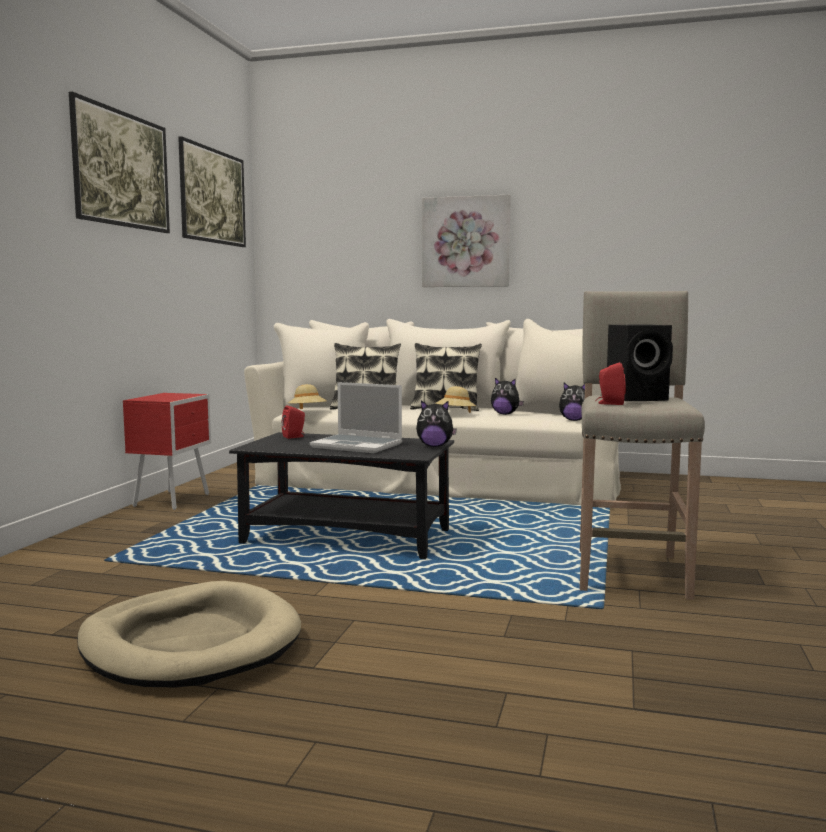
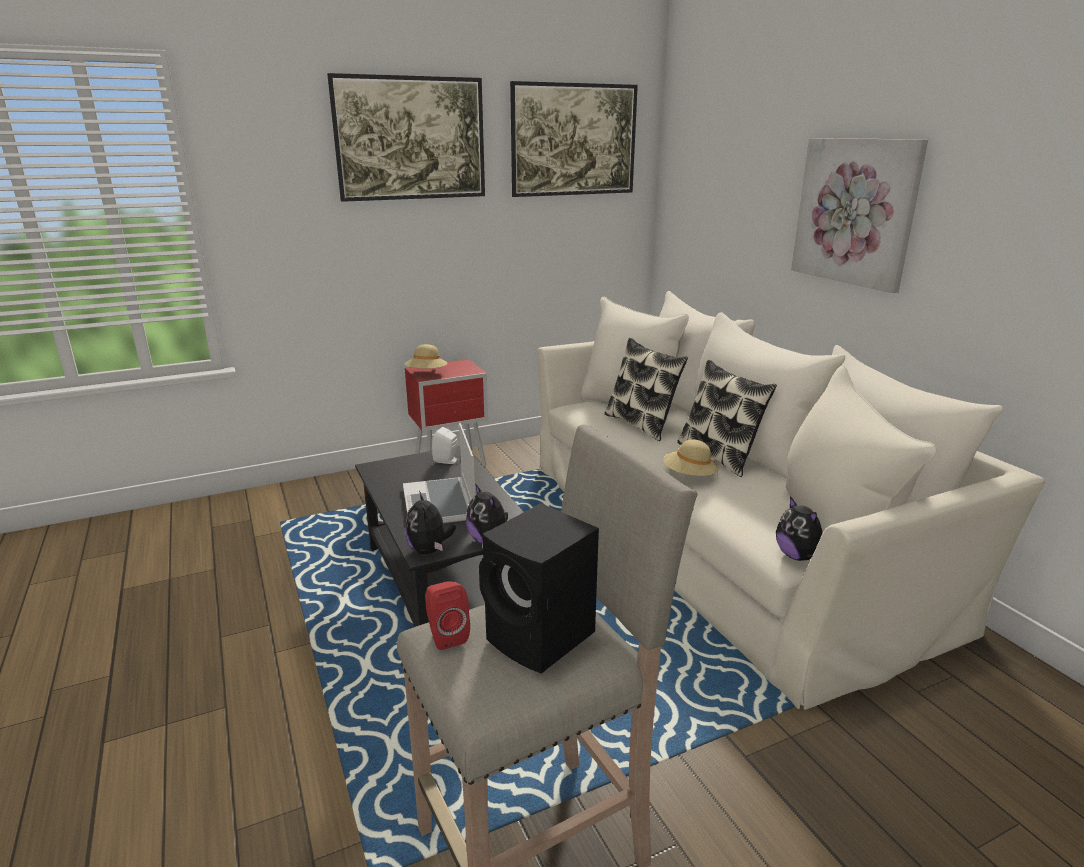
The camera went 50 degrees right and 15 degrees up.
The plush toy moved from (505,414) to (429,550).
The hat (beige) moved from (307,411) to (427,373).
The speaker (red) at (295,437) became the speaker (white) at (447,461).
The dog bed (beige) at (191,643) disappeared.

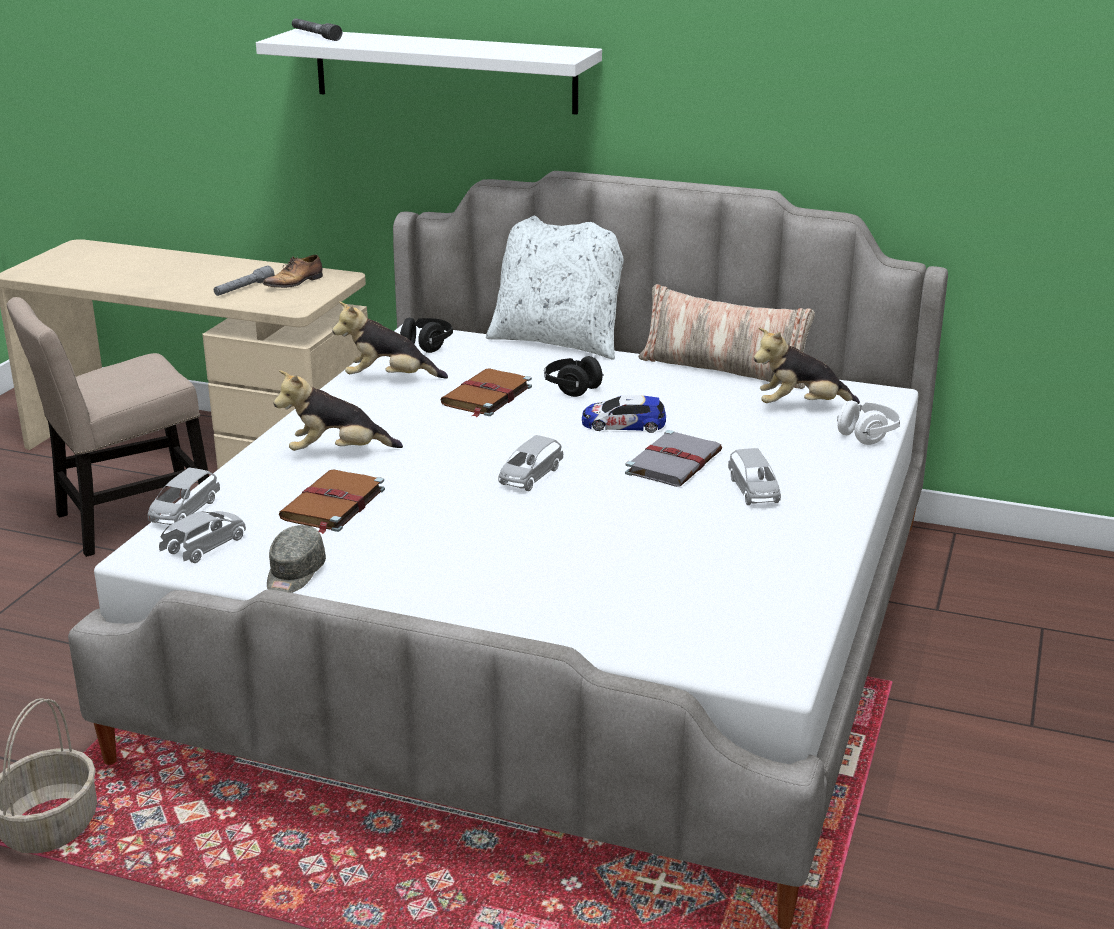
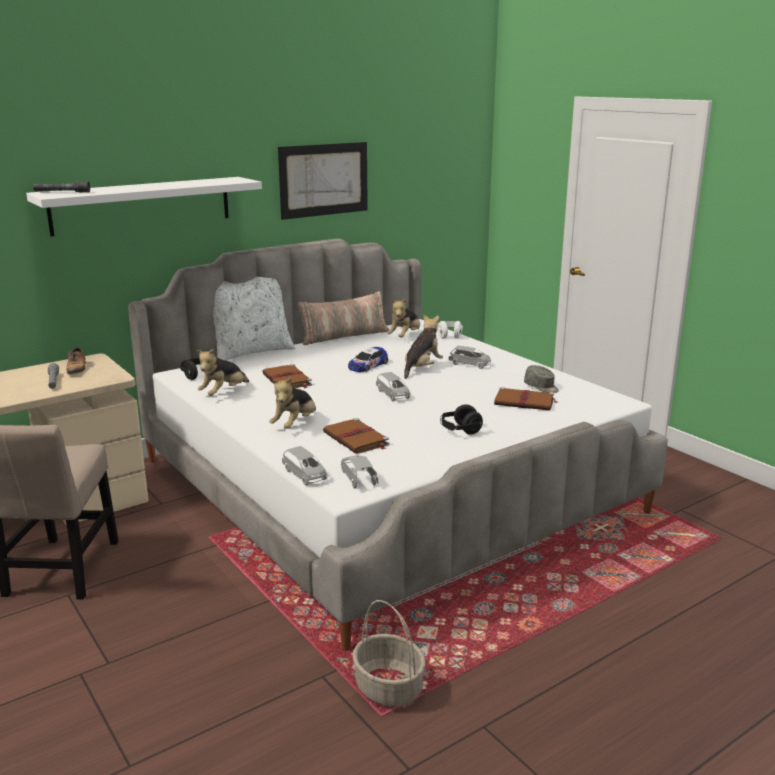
The camera went 55 degrees left and 5 degrees down.
The headphones (black) moved from (572,388) to (460,431).
The book (grey) at (674,462) was replaced by the plush toy at (422,368).
The cap (grey) moved from (294,574) to (541,387).
The picture at (324,180) appeared.
The book (brown) at (525,402) appeared.

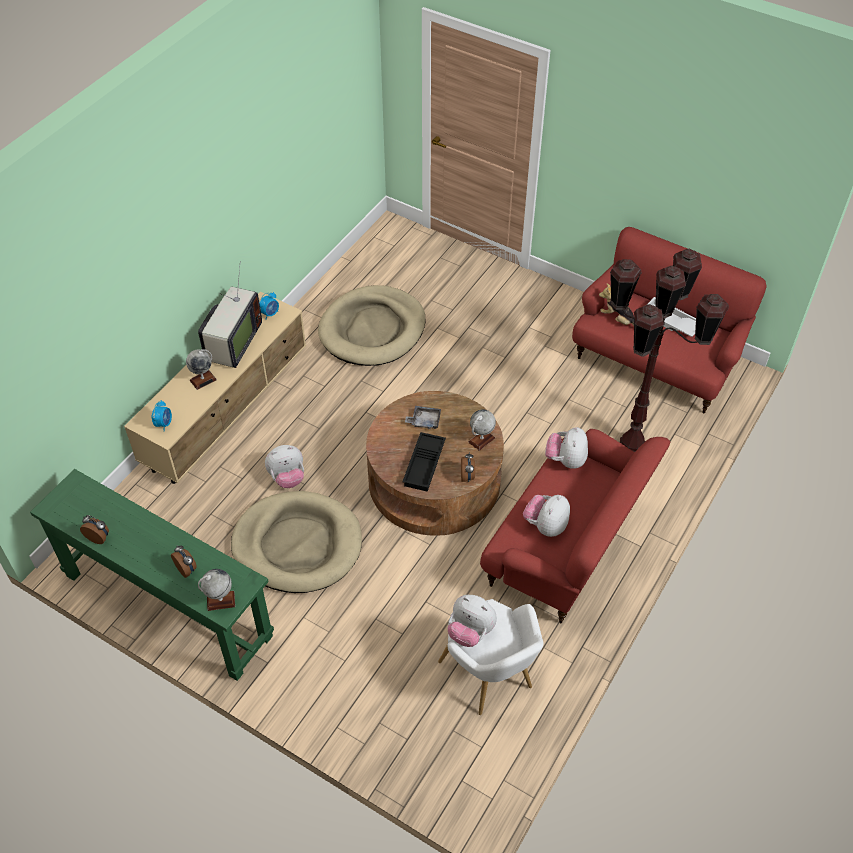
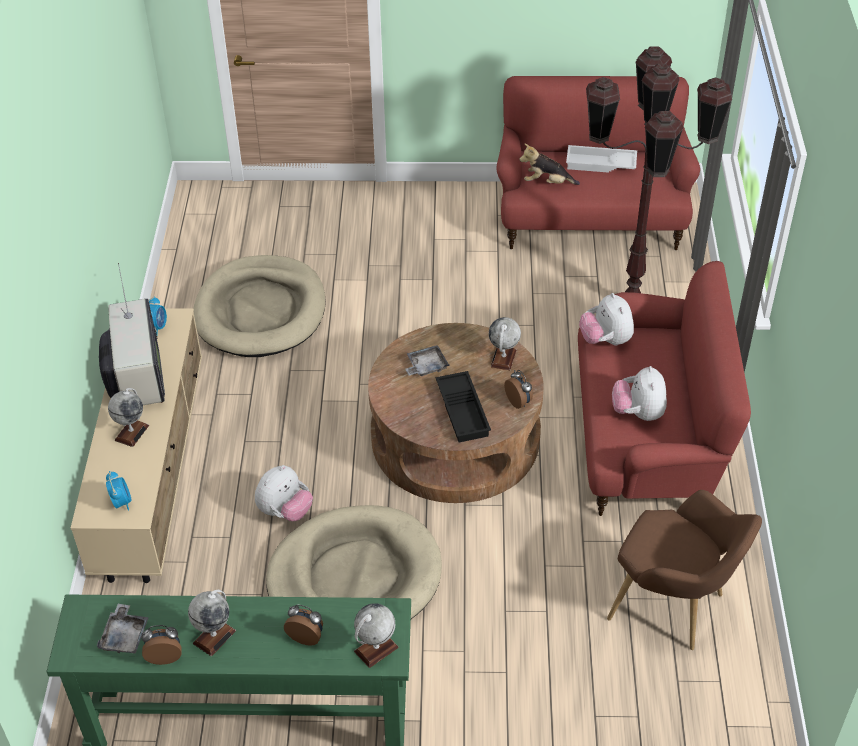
The camera went 30 degrees left and 5 degrees down.
The plush toy at (470,631) disappeared.
The armchair (white) at (490,678) became the armchair (brown) at (674,608).
The globe at (214,636) appeared.
The tray (grey) at (125,636) appeared.

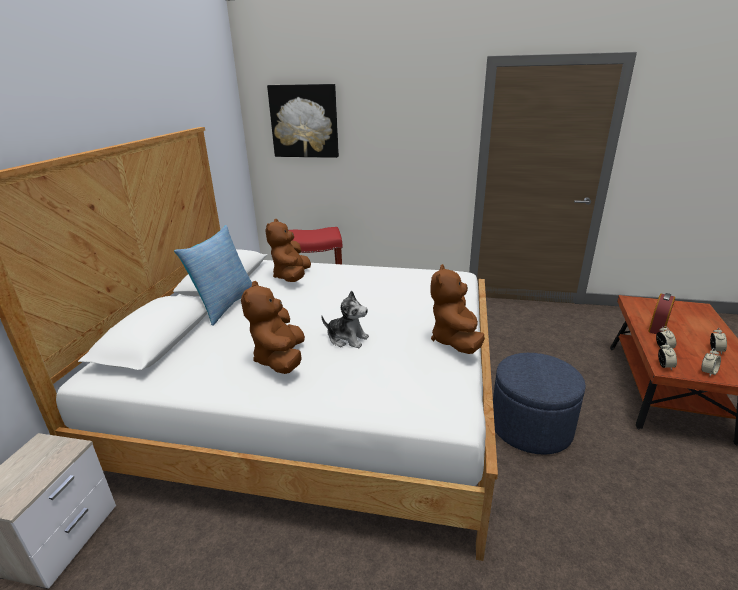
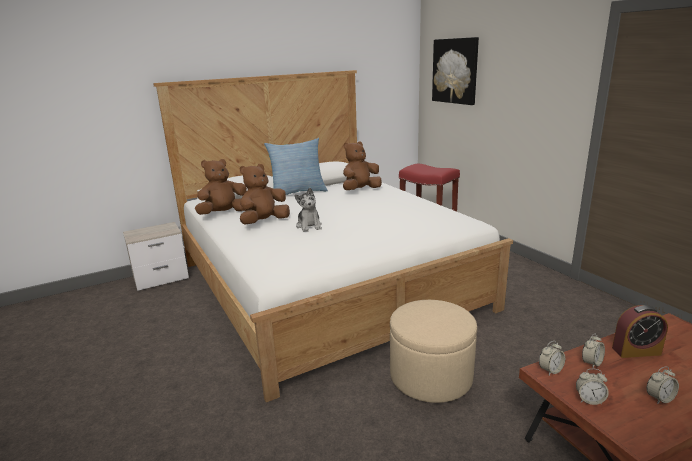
The camera went 50 degrees right and 5 degrees down.
The plush toy (brown) moved from (455,341) to (223,213).
The ottoman (blue) at (530,427) became the ottoman (beige) at (431,376).

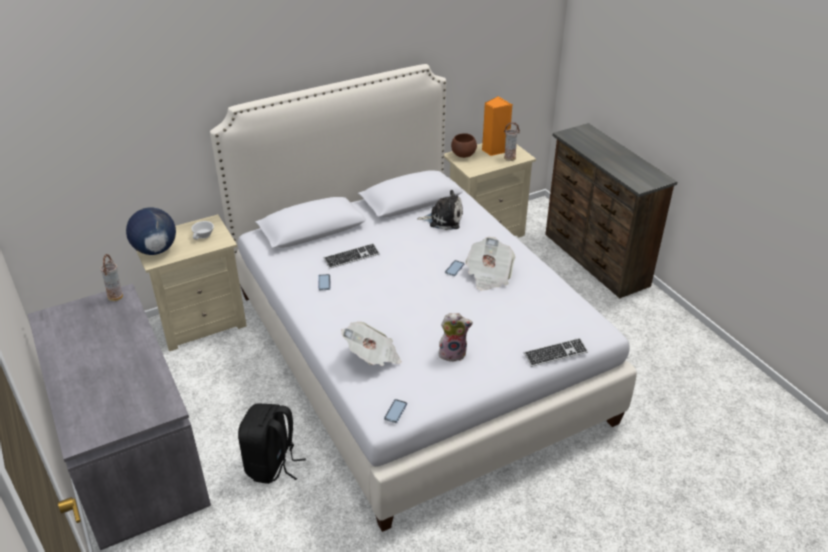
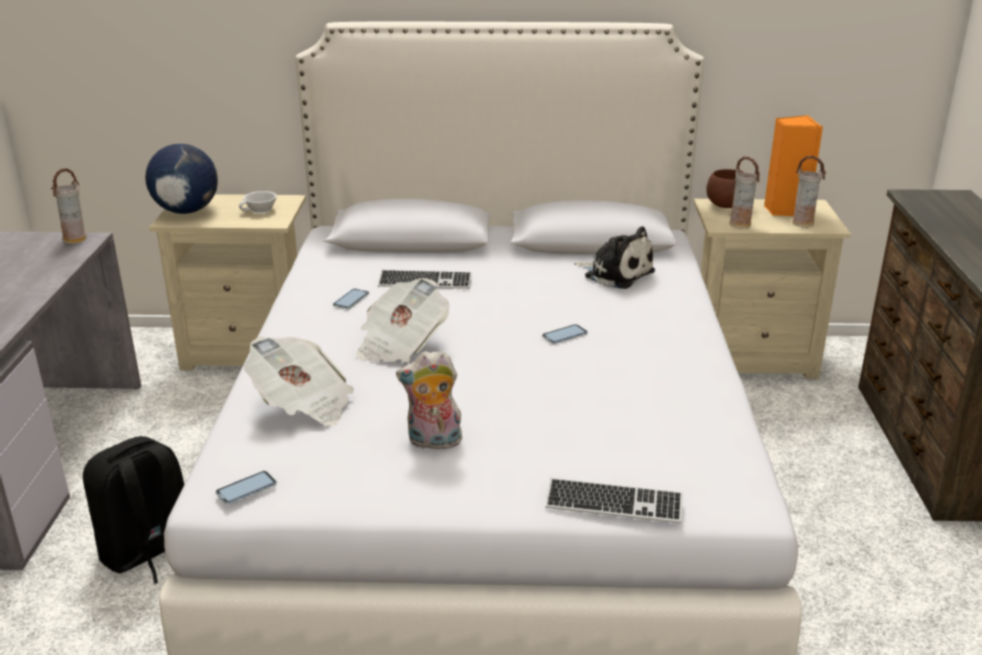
The camera went 30 degrees right and 10 degrees down.
The newspaper moved from (488,275) to (400,344).
The plush toy at (453,353) turned 150 degrees clockwise.
The vase at (740,225) appeared.

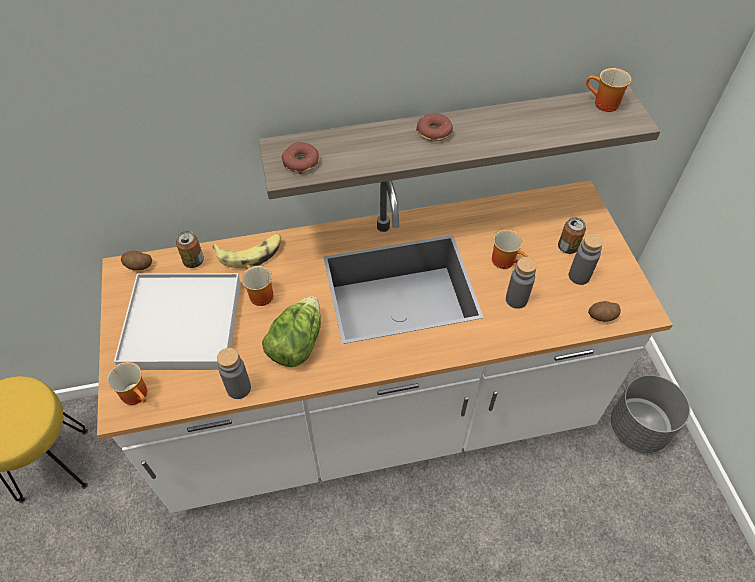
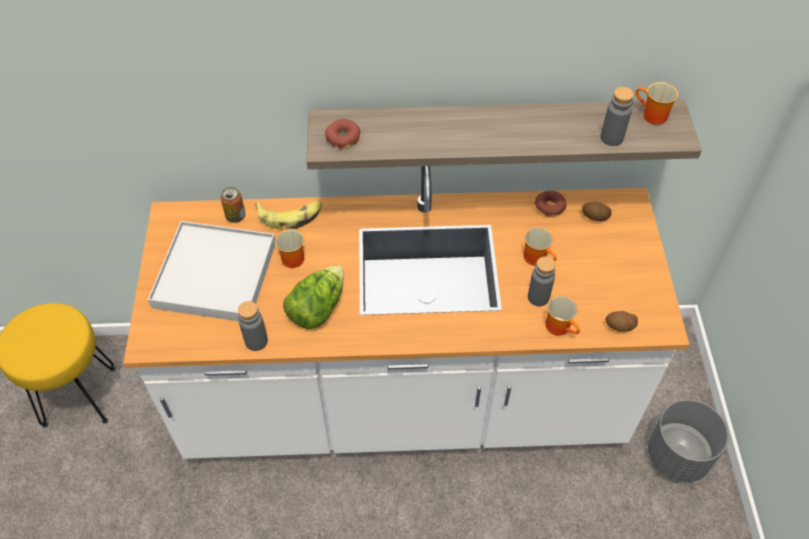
The camera went 10 degrees right and 0 degrees up.
The donut moved from (434,132) to (549,207).
The can at (567,247) disappeared.
The bottle (grey) moved from (579,276) to (611,138).
The potato moved from (138,266) to (595,217).
The mug moved from (138,394) to (561,326).

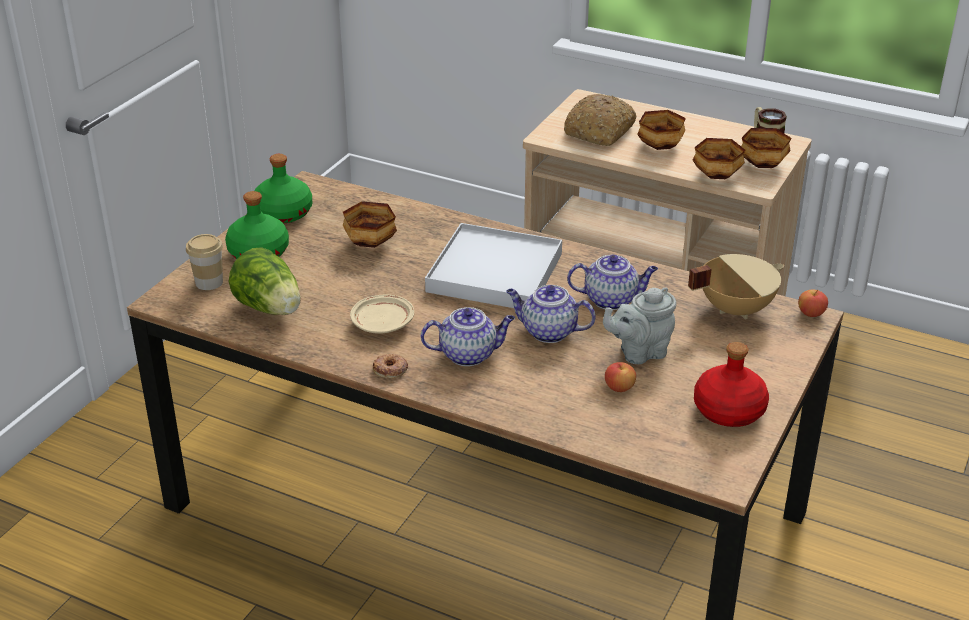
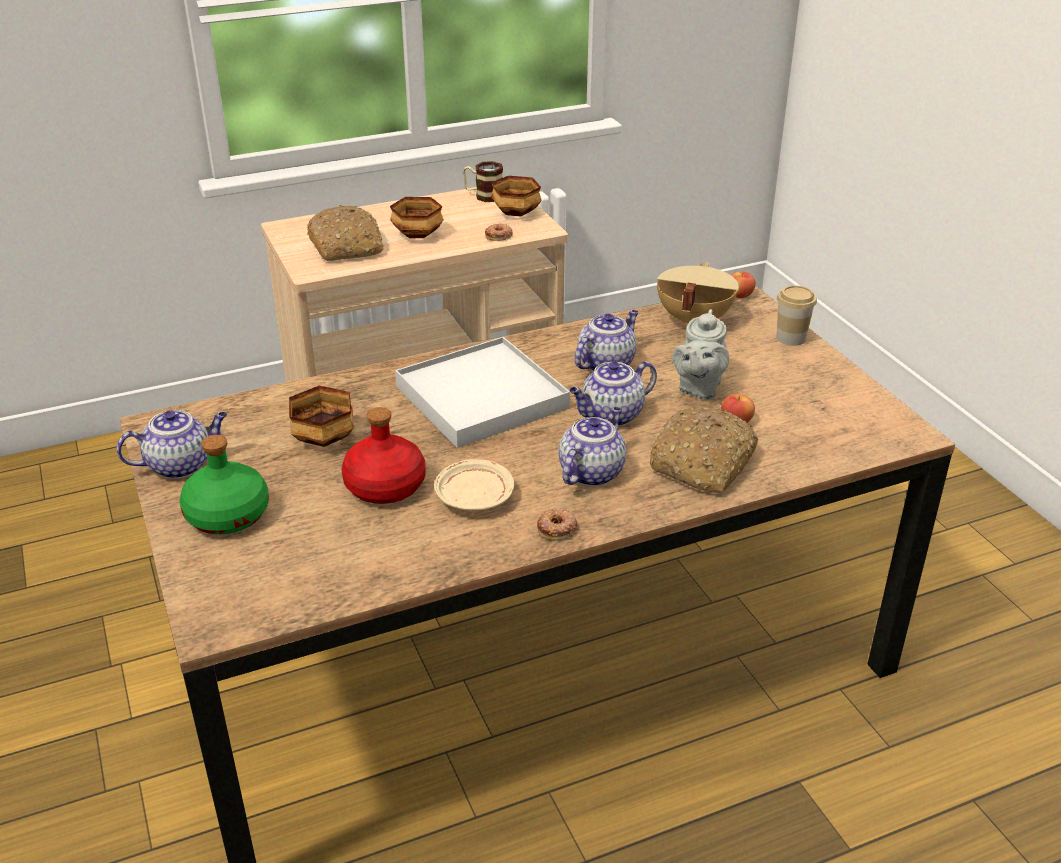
The camera went 50 degrees left and 0 degrees up.
The bowl at (716,175) was replaced by the donut at (499,235).
The bottle (green) at (284,213) was replaced by the teapot at (181,465).
The cup moved from (209,282) to (791,338).
The lettuce at (270,308) disappeared.
The bottle (red) moved from (728,410) to (384,486).
The bread at (703,463) appeared.

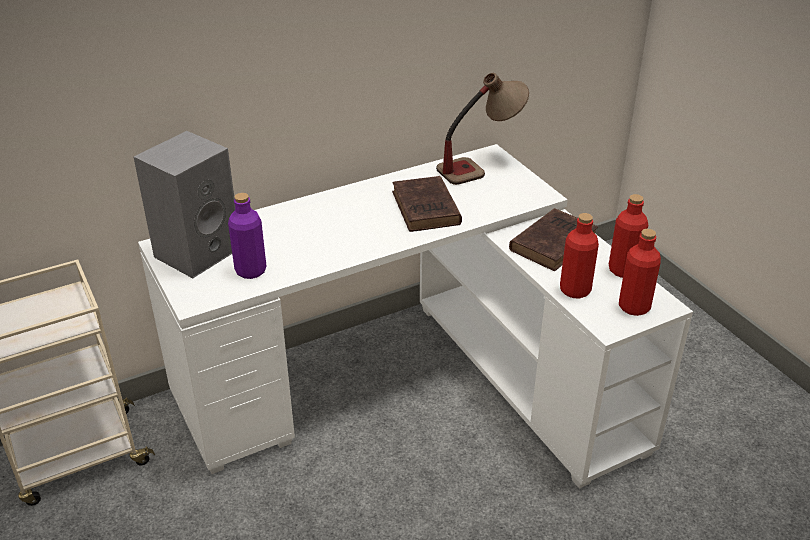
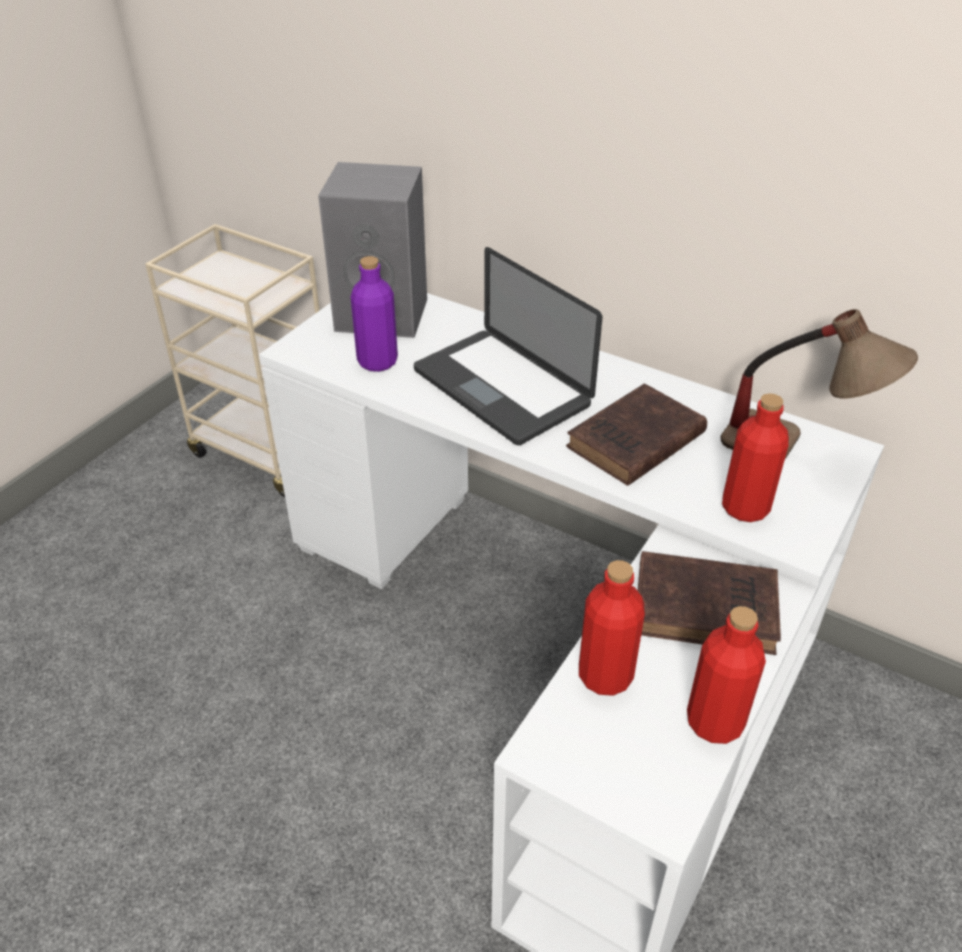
The camera went 60 degrees right and 5 degrees up.
The bottle (red) moved from (634,307) to (745,508).
The laptop at (501,388) appeared.

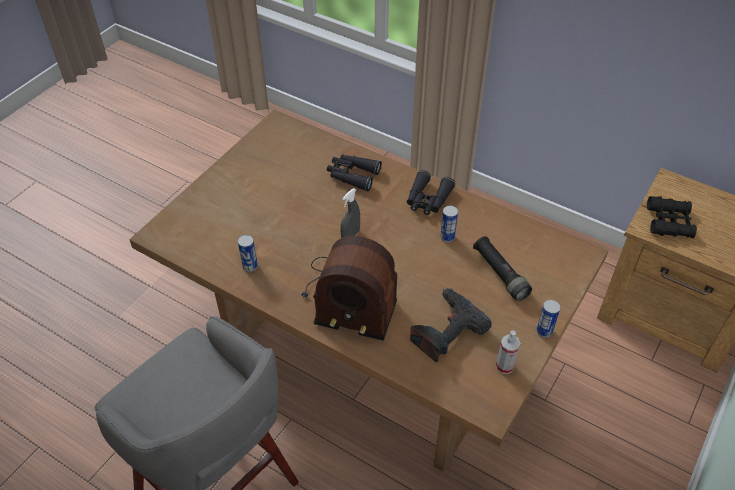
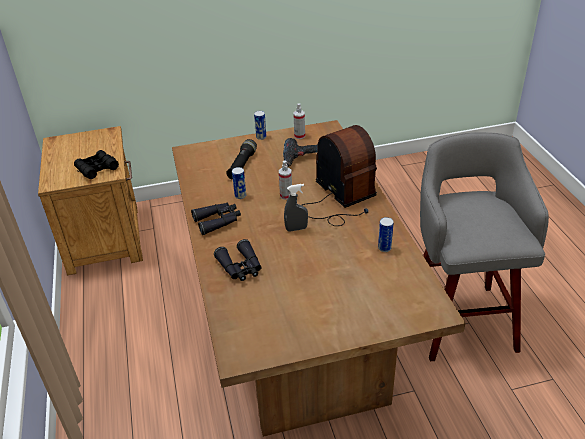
The camera went 135 degrees left and 10 degrees down.
The spray bottle at (286,195) appeared.

